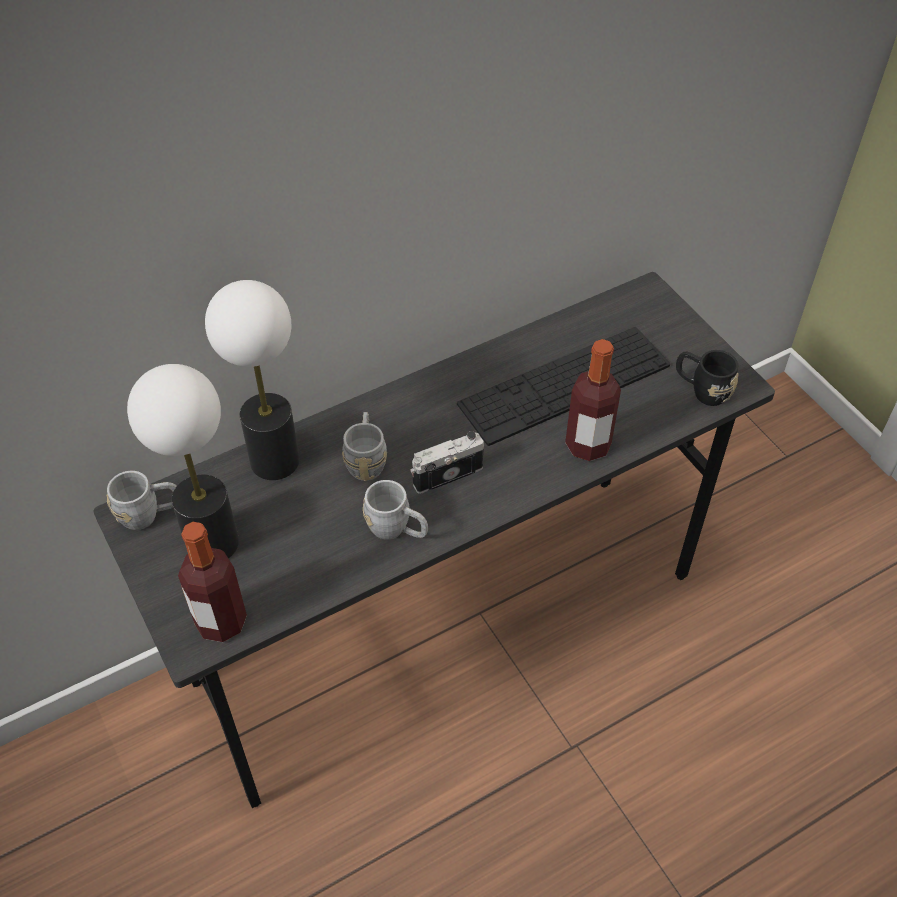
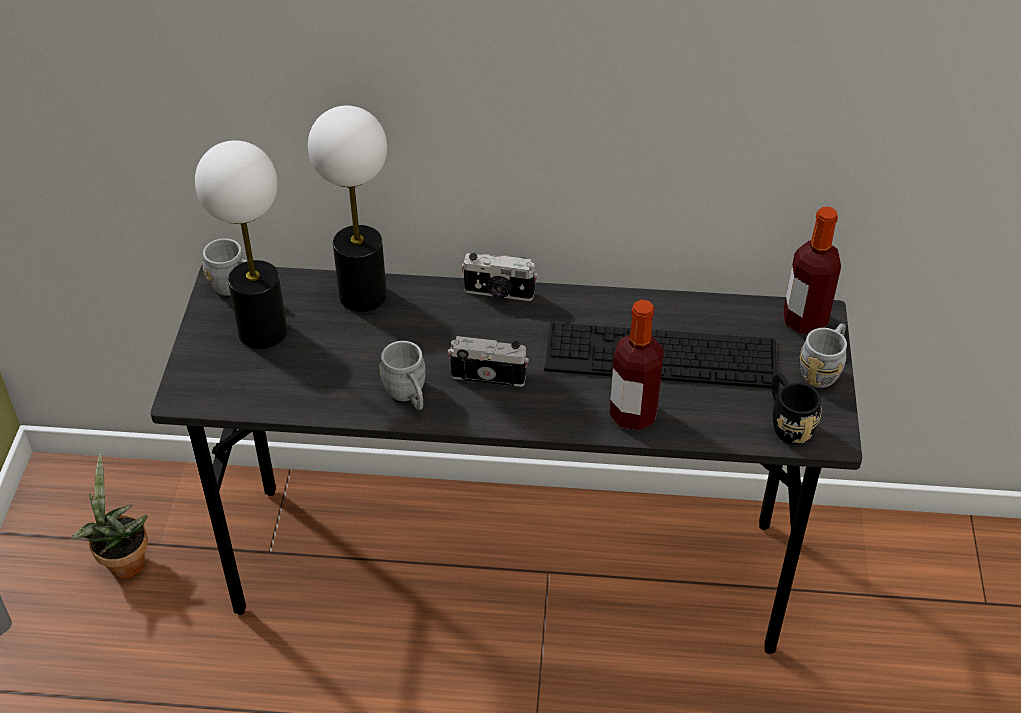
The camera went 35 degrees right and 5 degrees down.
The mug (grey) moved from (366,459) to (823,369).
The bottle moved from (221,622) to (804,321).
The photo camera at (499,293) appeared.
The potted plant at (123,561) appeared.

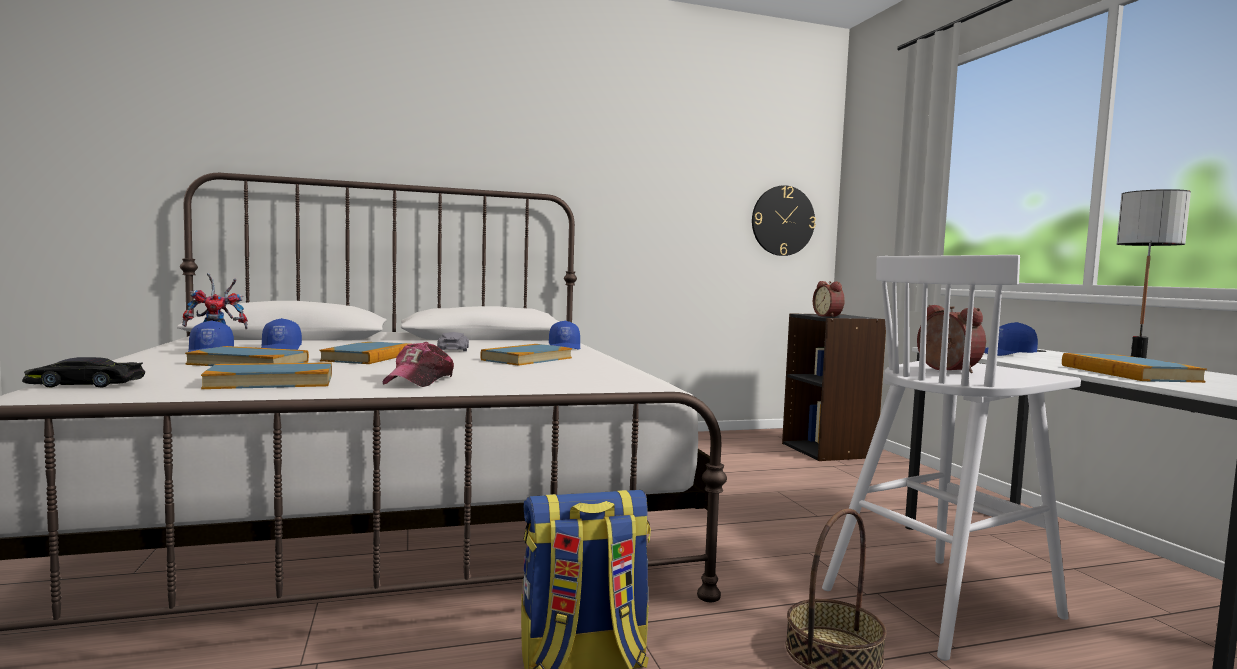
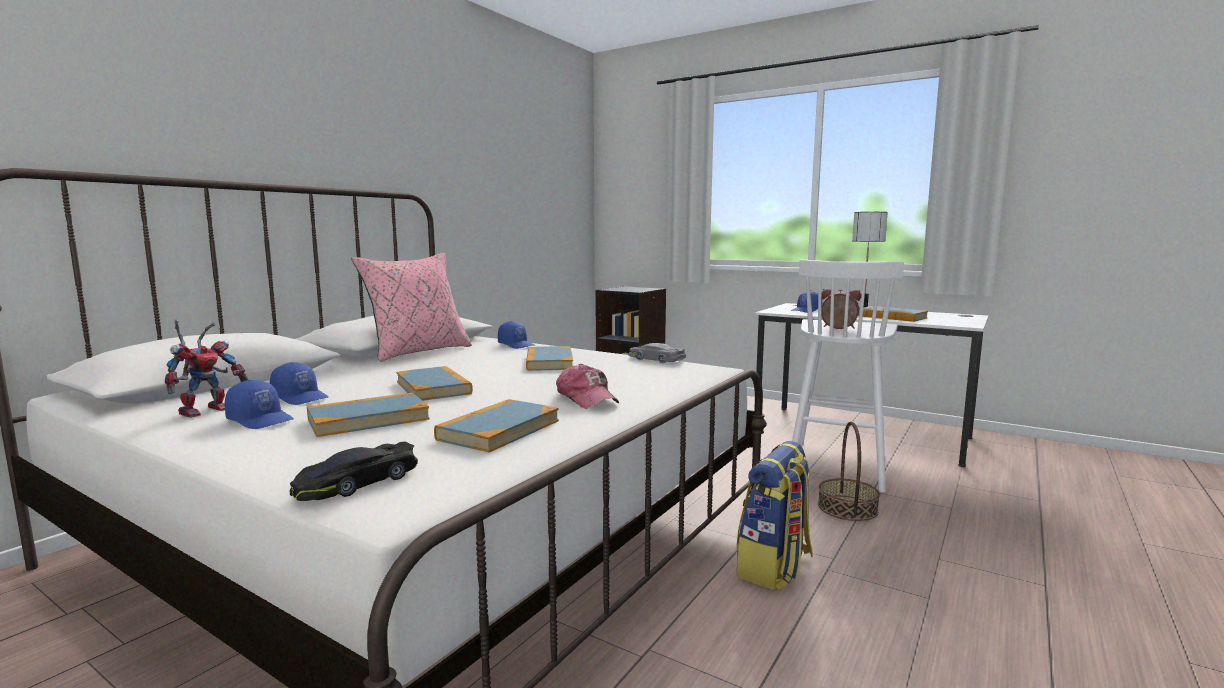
The camera went 40 degrees left and 5 degrees up.
The wall clock at (782,221) disappeared.
The alarm clock at (829,316) disappeared.
The toy car (grey) moved from (453,349) to (656,359).
The pillow (pink) at (417,352) appeared.

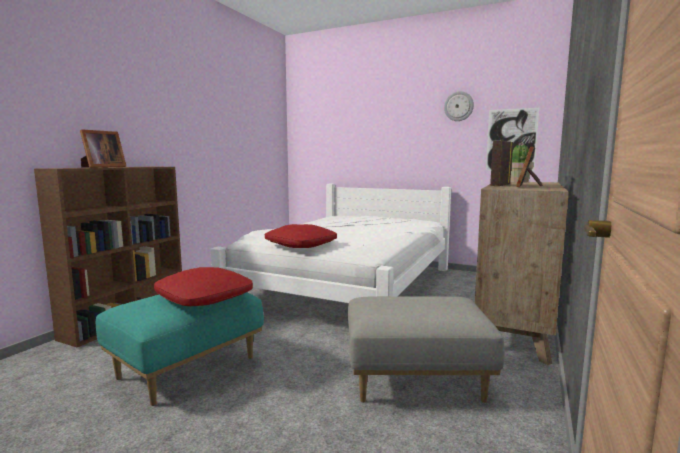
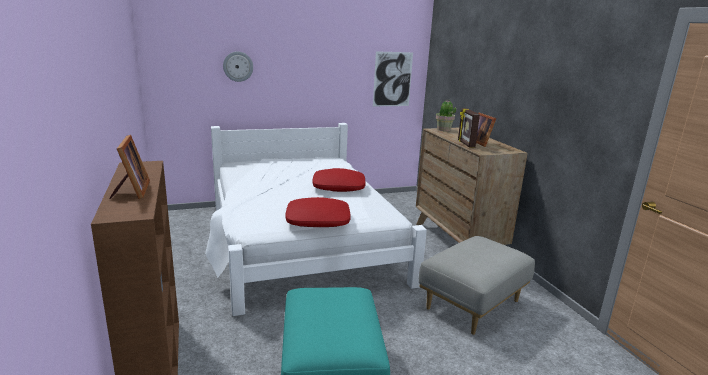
The camera went 45 degrees left and 10 degrees up.
The wall clock moved from (458,106) to (238,66).
The pillow (red) moved from (205,297) to (339,187).

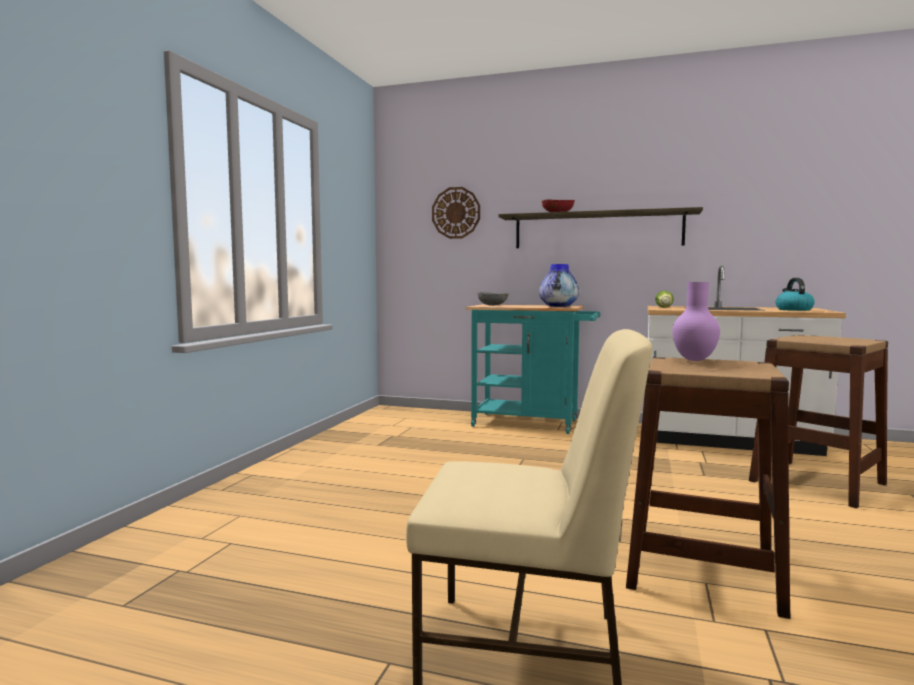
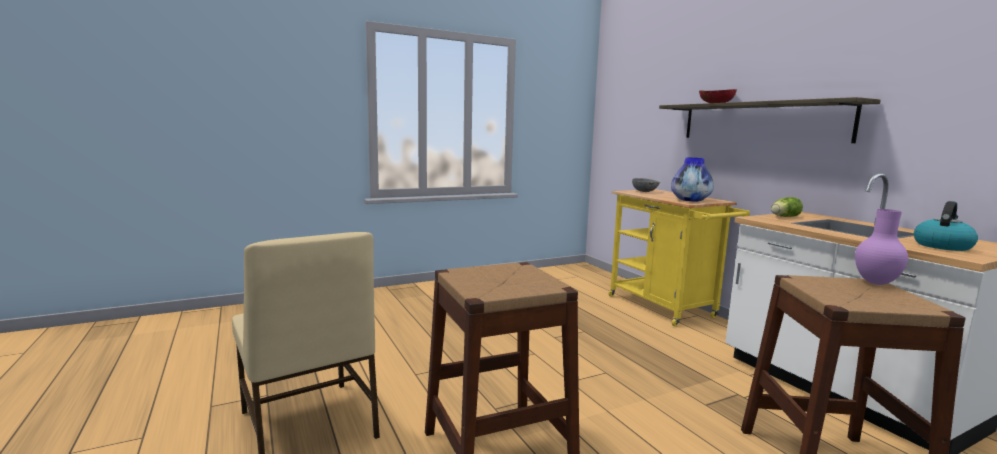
The camera went 45 degrees right and 5 degrees up.
The wall clock at (456,213) disappeared.
The vase (purple) moved from (694,359) to (876,282).
The cart (turquoise) at (532,423) became the cart (yellow) at (666,308).

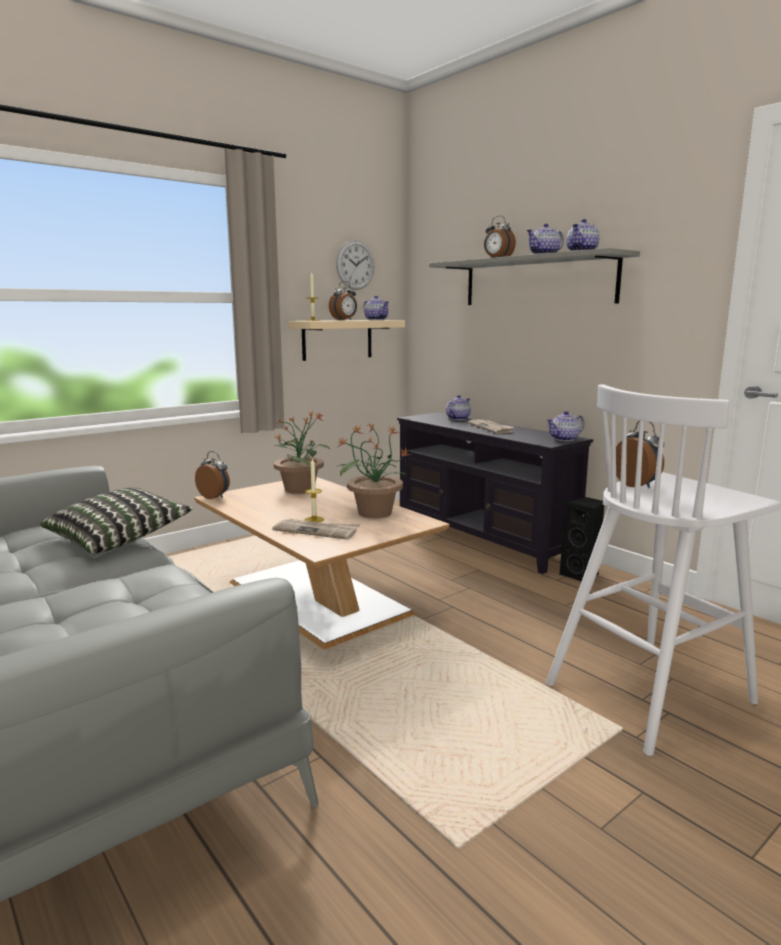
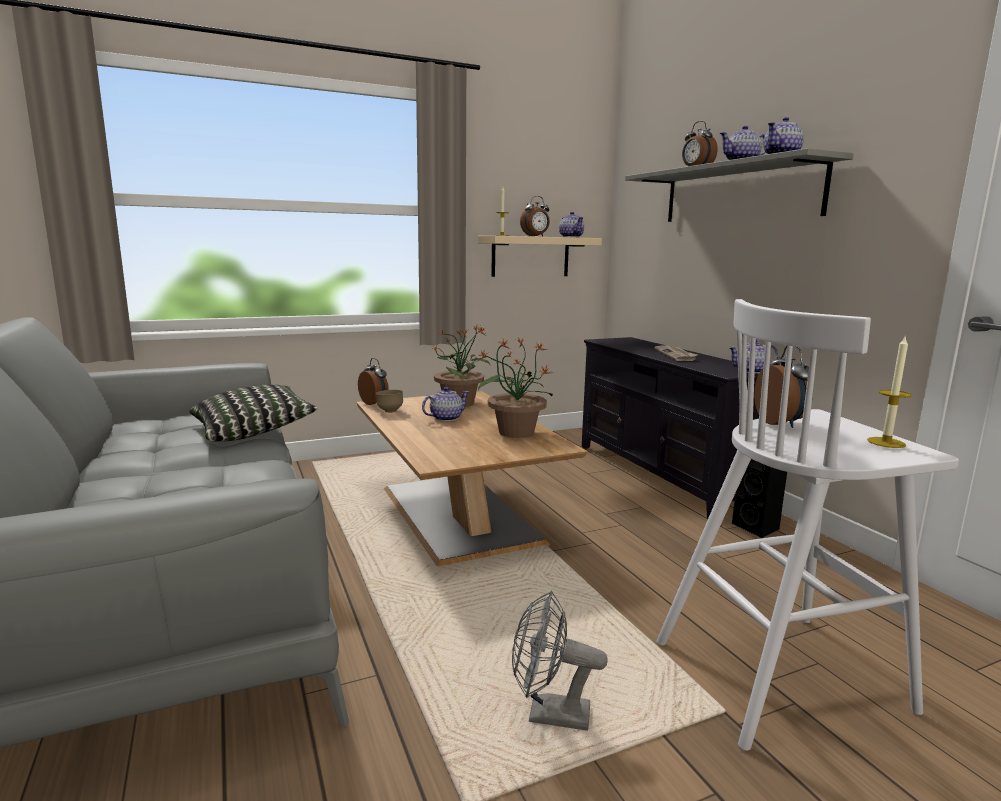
The camera went 15 degrees right and 0 degrees up.
The wall clock at (355,265) disappeared.
The teapot moved from (457,418) to (445,418).
The candle moved from (314,519) to (886,442).
The newspaper at (317,531) disappeared.
The bowl (brown) at (389,411) appeared.
The fan (grey) at (548,714) appeared.

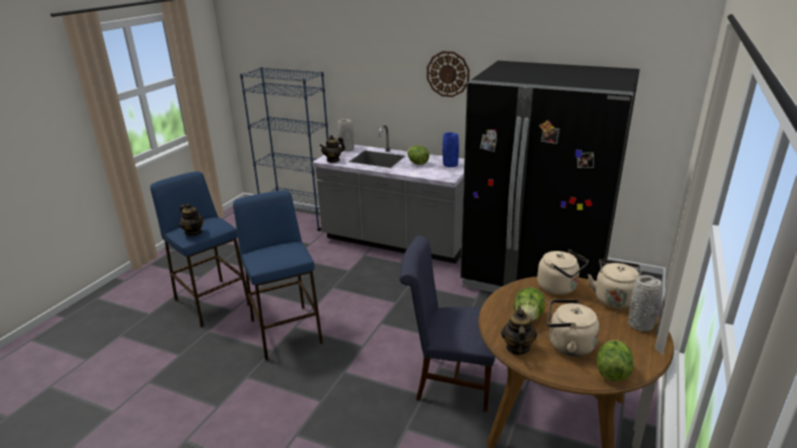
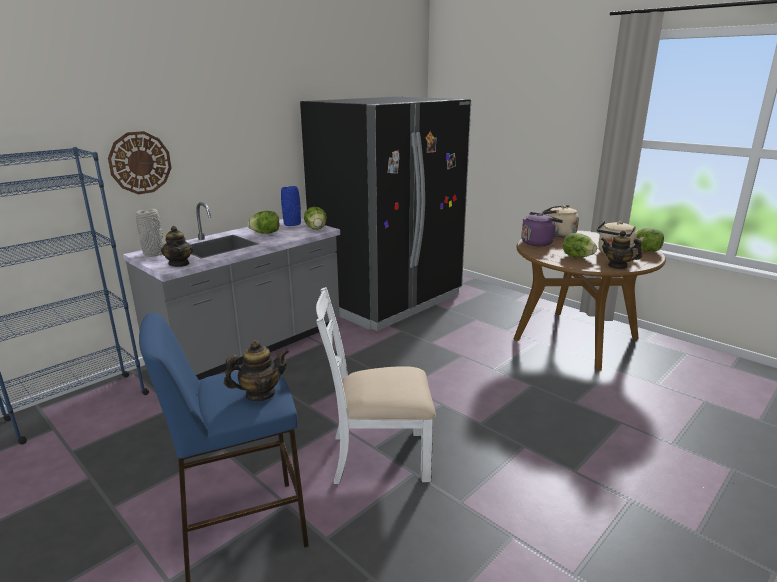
The camera went 70 degrees left and 5 degrees down.
The wall clock moved from (448,74) to (140,163).
The stool (blue) at (285,331) was replaced by the chair (white) at (378,456).
The chair (blue) at (449,380) disappeared.
The kettle (beige) at (559,288) became the kettle (purple) at (538,243).
The vase (grey) at (641,325) disappeared.
The lettuce at (316,229) appeared.

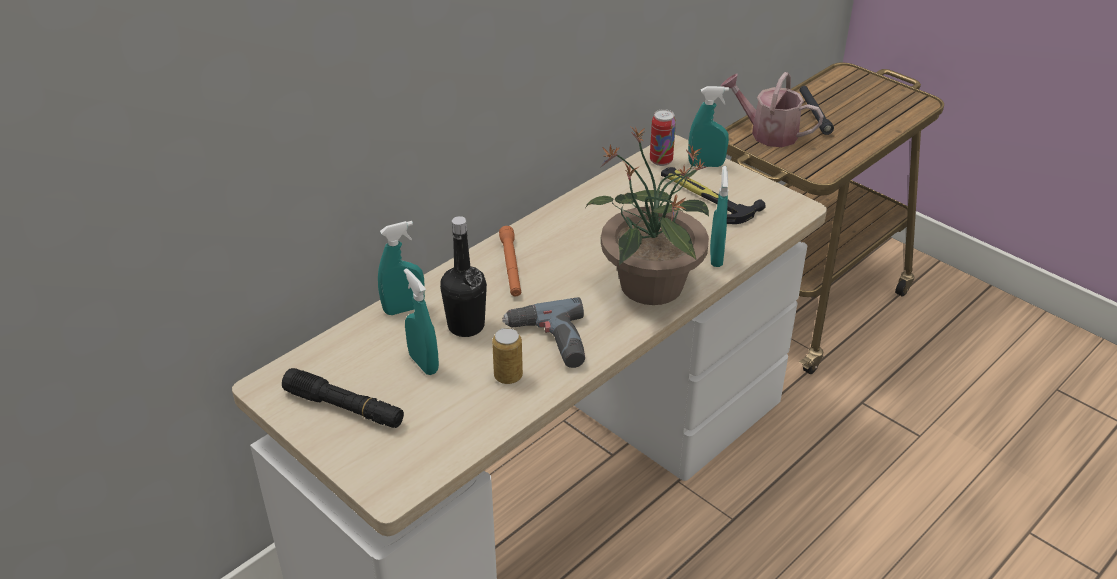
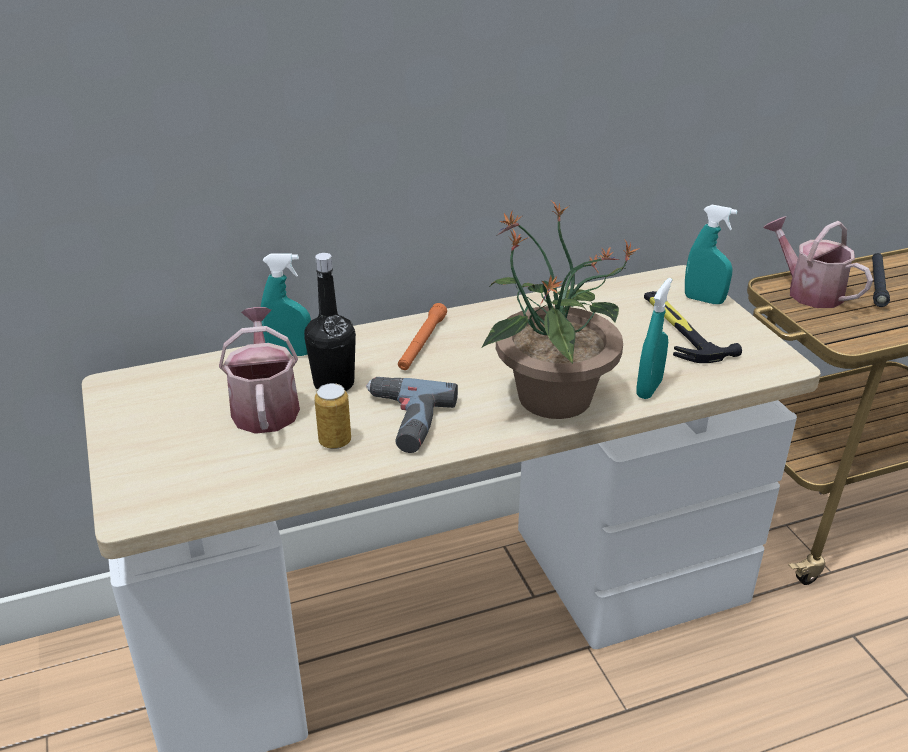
The camera went 25 degrees right and 5 degrees down.
The can at (661,161) disappeared.
The spray bottle (turquoise) at (423,364) was replaced by the watering can at (265,406).
The flashlight (black) at (344,408) disappeared.

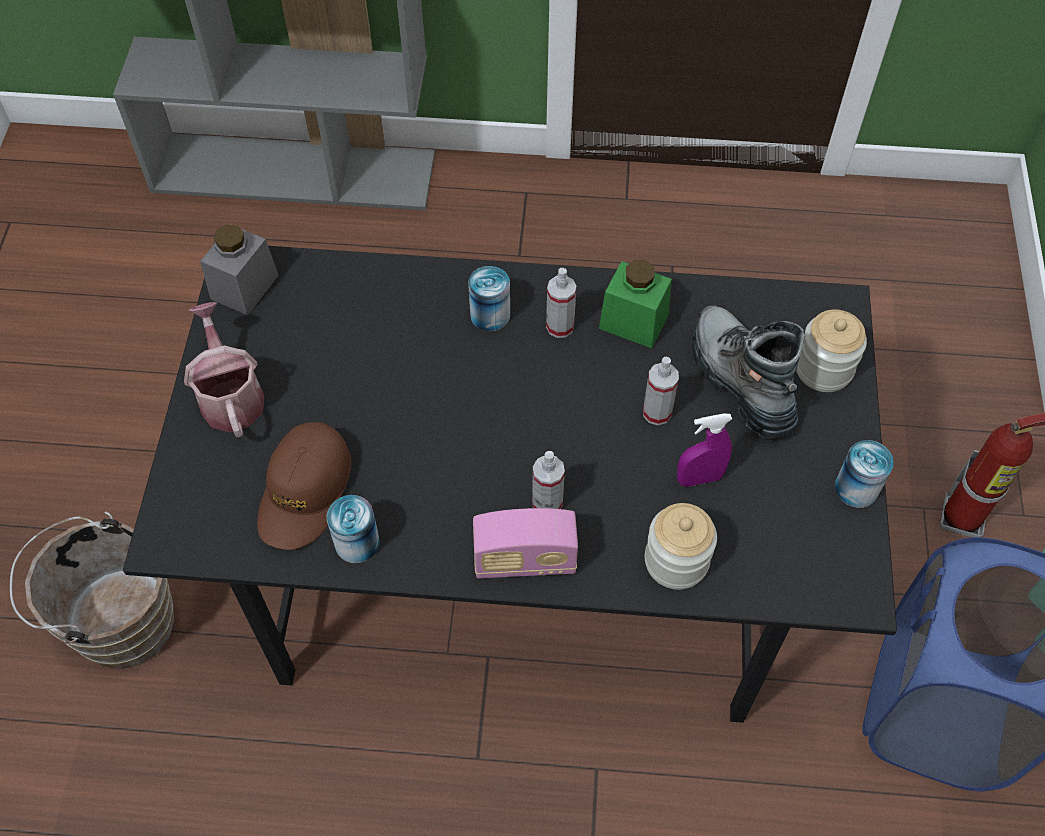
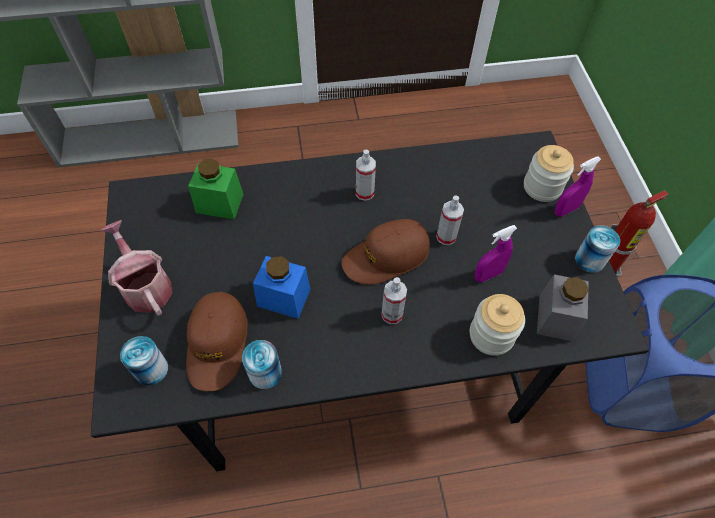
The camera went 15 degrees left and 0 degrees up.
The jar (grey) moved from (244,287) to (555,317).
The jar (green) moved from (633,321) to (219,203).
The can moved from (490,315) to (151,369).
The boot at (740,381) disappeared.
The radio at (525,560) disappeared.
The bucket (brown) at (118,621) disappeared.
The spray bottle (purple) at (566,210) appeared.
The cap (brown) at (386,257) appeared.
The jar (blue) at (284,297) appeared.

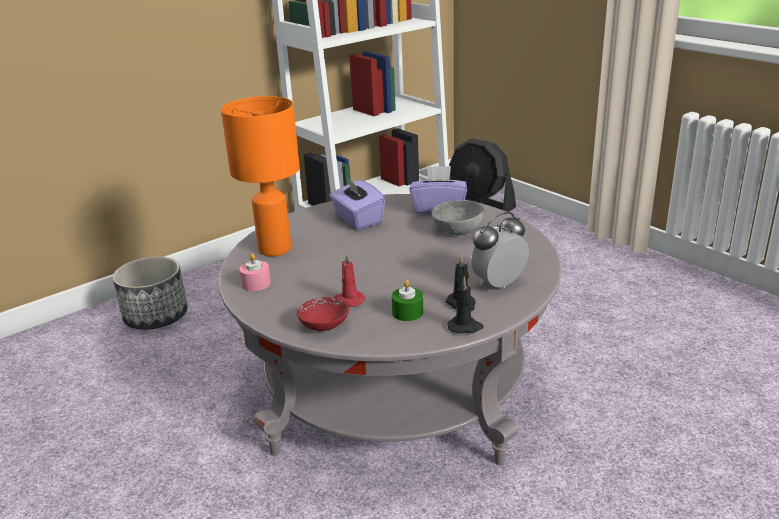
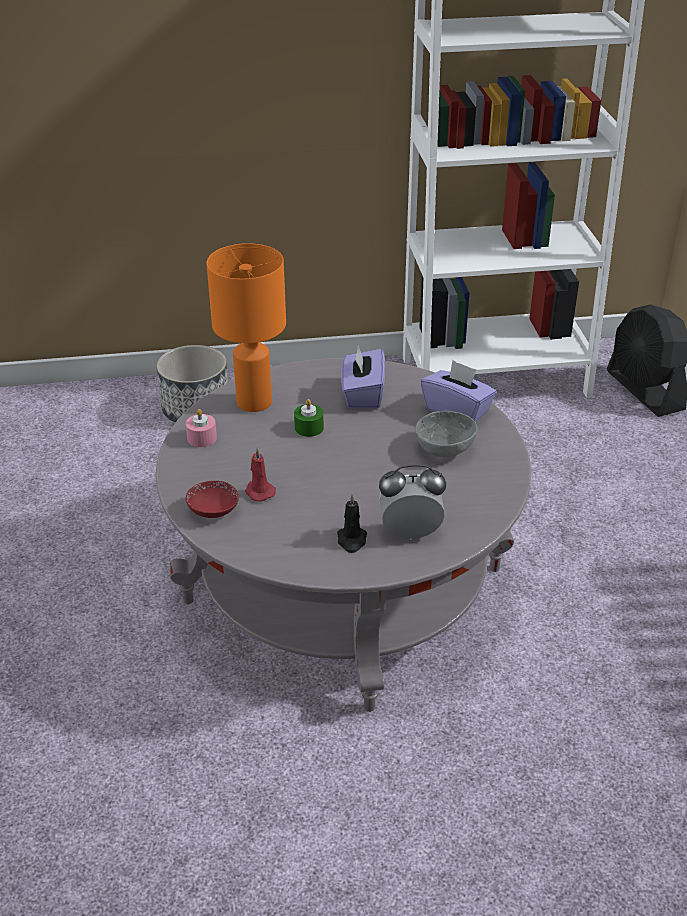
The camera went 30 degrees right and 10 degrees up.
The candle (black) at (465,327) disappeared.
The candle (green) moved from (407,312) to (309,428).

